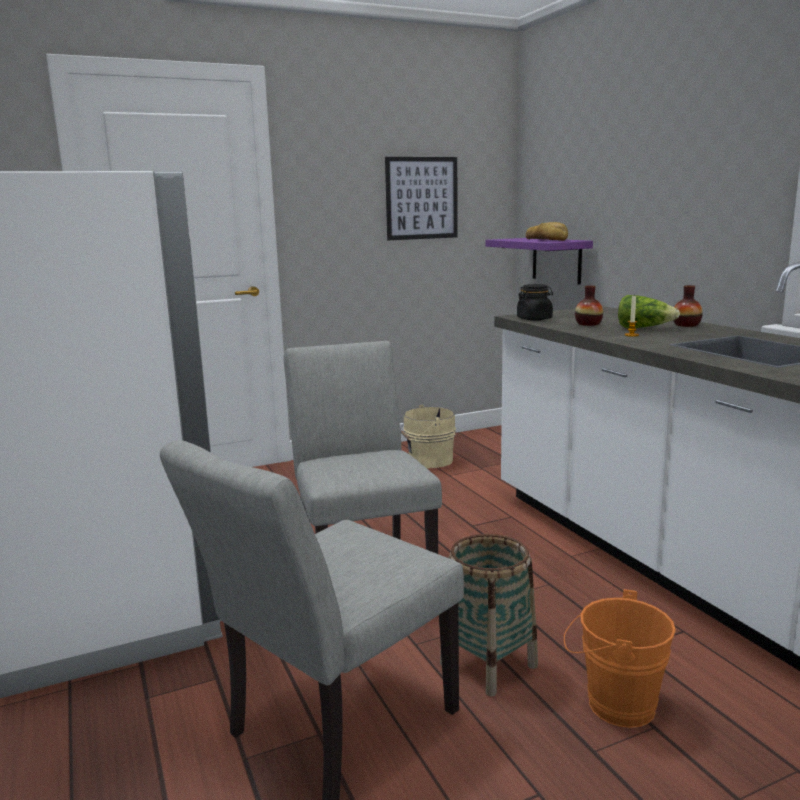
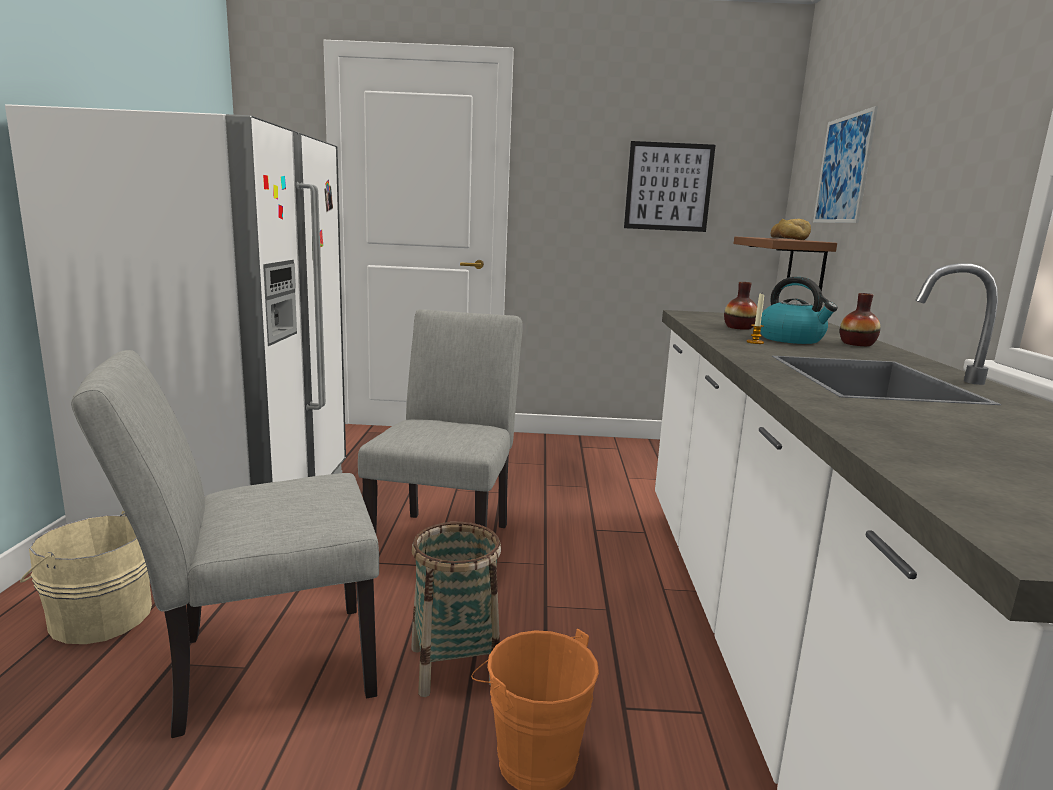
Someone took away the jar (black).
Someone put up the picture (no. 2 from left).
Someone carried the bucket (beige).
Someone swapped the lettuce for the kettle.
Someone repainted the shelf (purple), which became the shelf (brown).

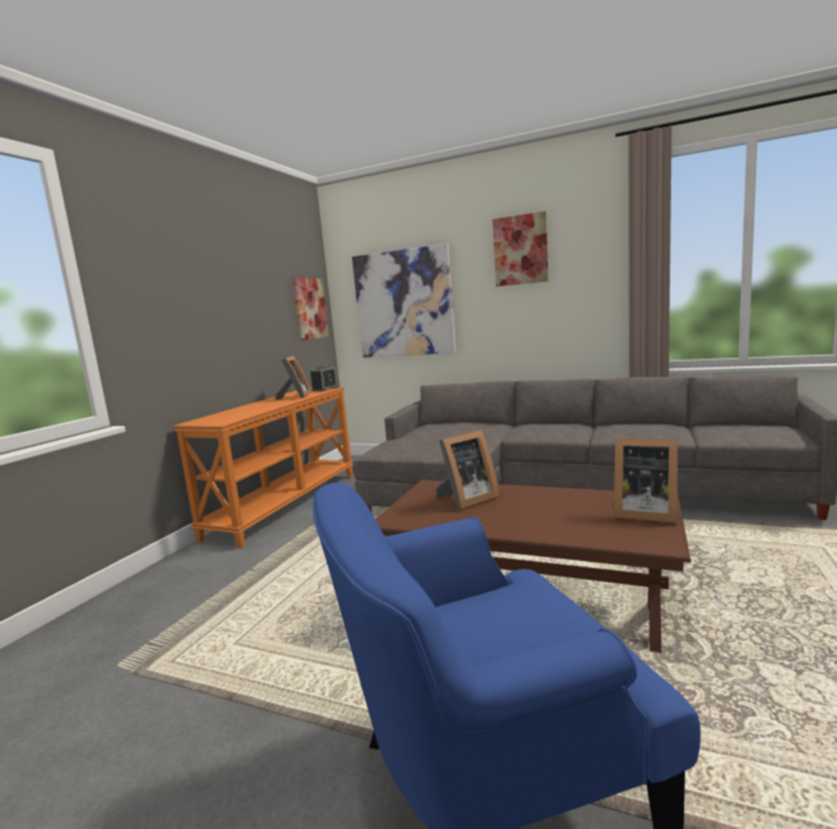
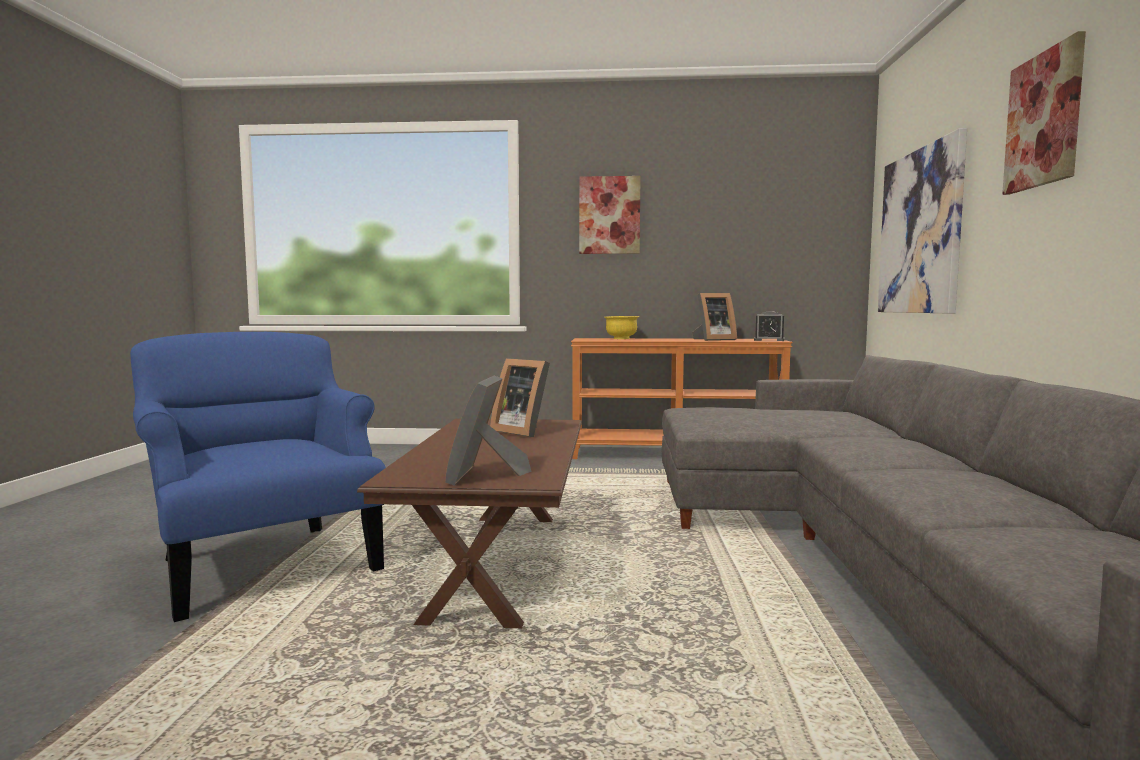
Someone put down the bowl (yellow).
Someone carried the picture (no. 1 from left).

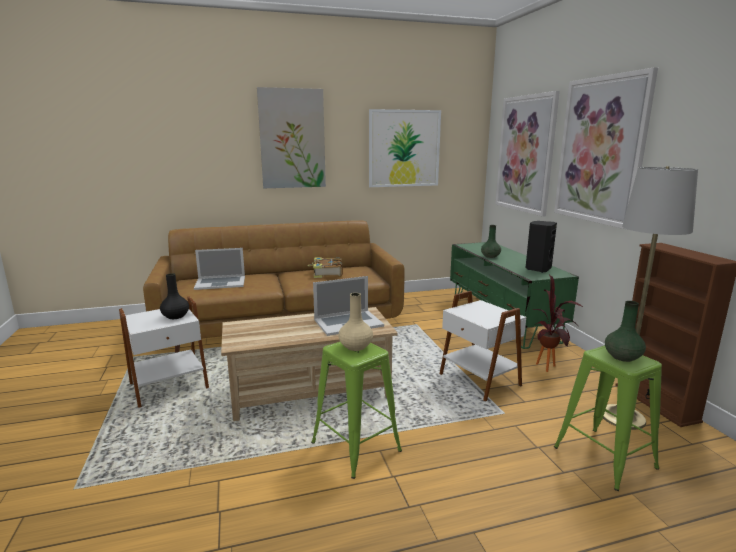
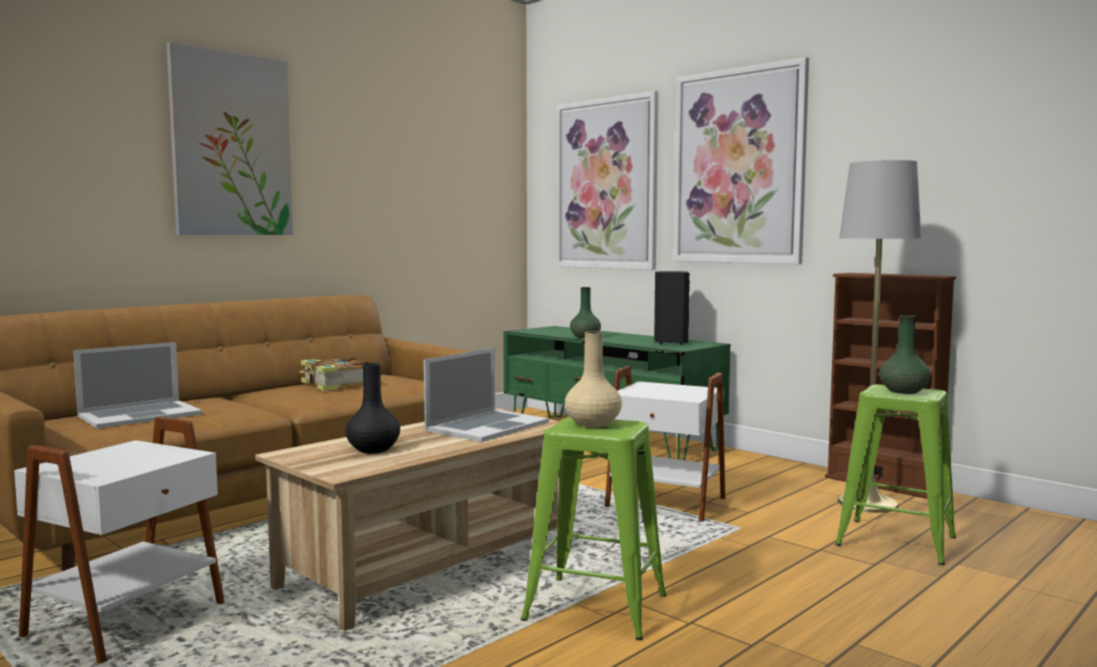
Someone took away the picture (no. 2 from left).
Someone took away the potted plant.
Someone carried the vase (black).

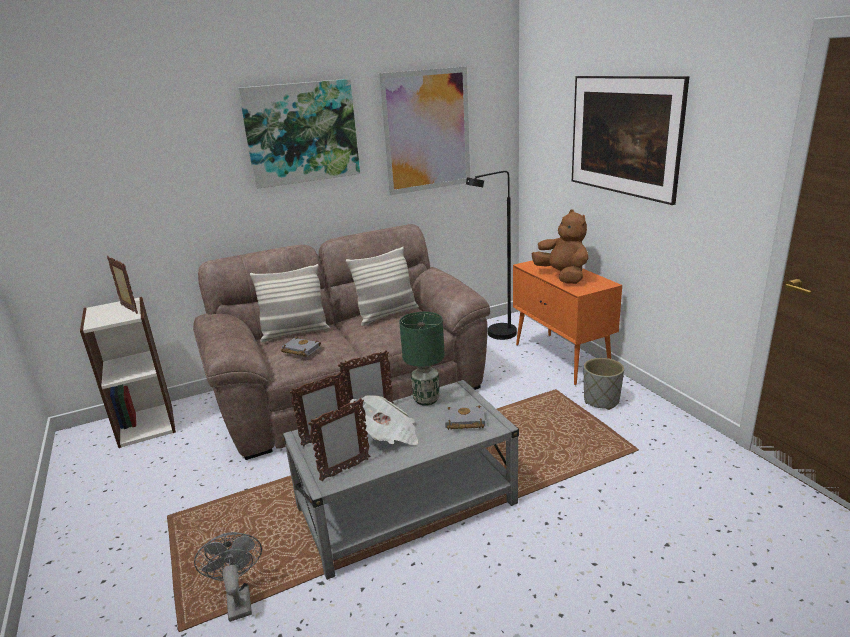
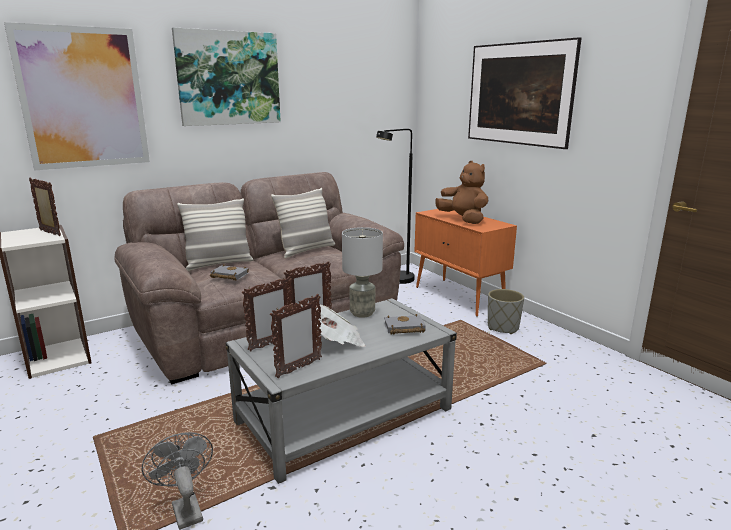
Someone carried the picture (no. 2 from left in the first image).
Someone repainted the table lamp (green), which became the table lamp (grey).

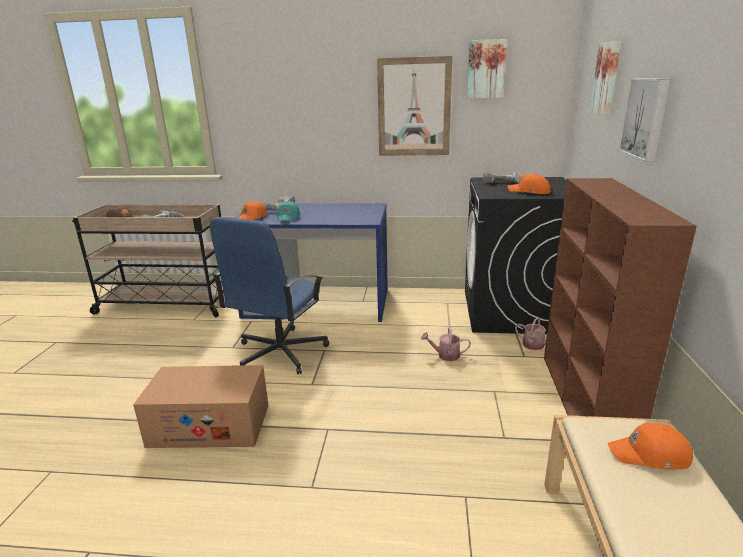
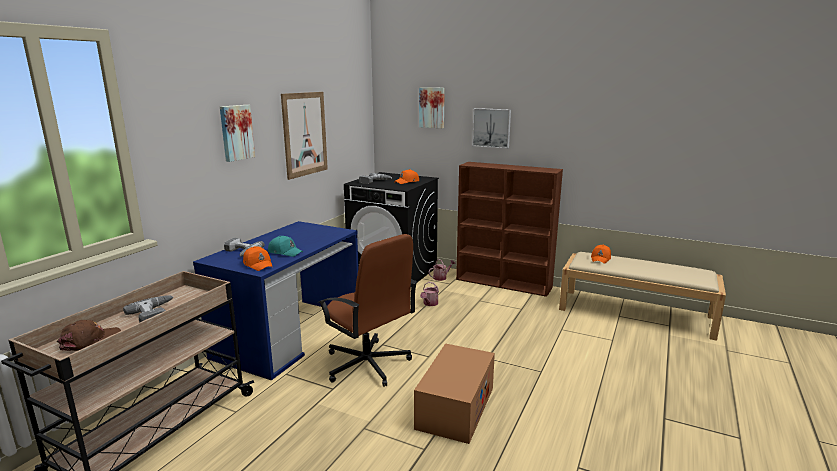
Someone carried the picture (no. 2 from left in the first image).
Someone repainted the office chair (blue), which became the office chair (brown).

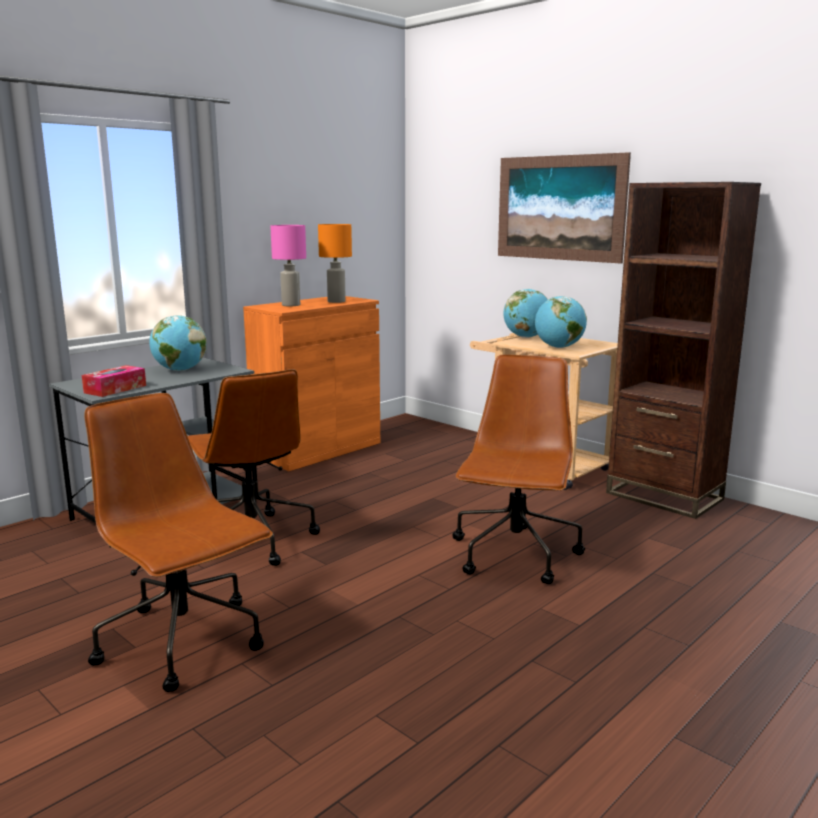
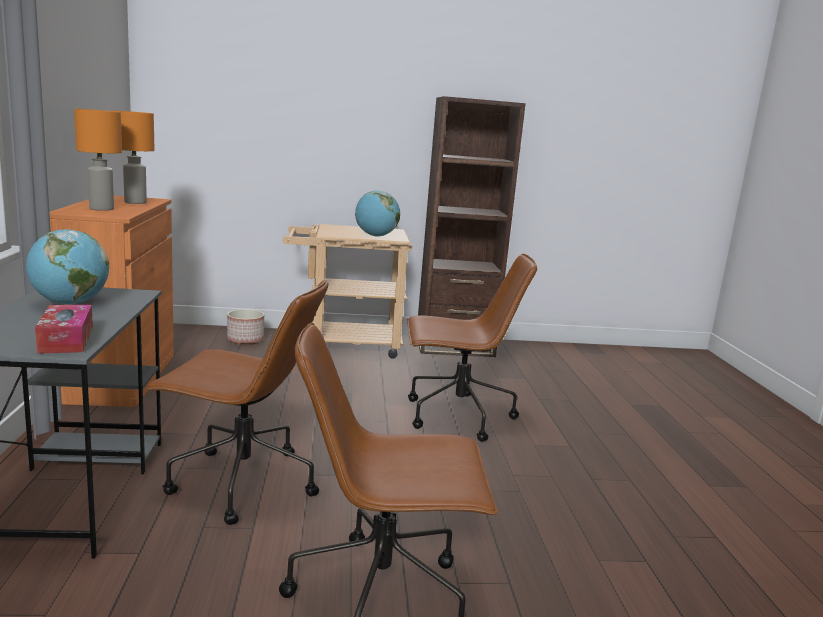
Someone took away the picture.
Someone took away the globe (no. 2 from left).
Someone put down the planter.
Someone repainted the table lamp (pink), which became the table lamp (orange) (no. 1 from left).
Someone rotated the office chair (brown) (no. 3 from left) by 120 degrees clockwise.

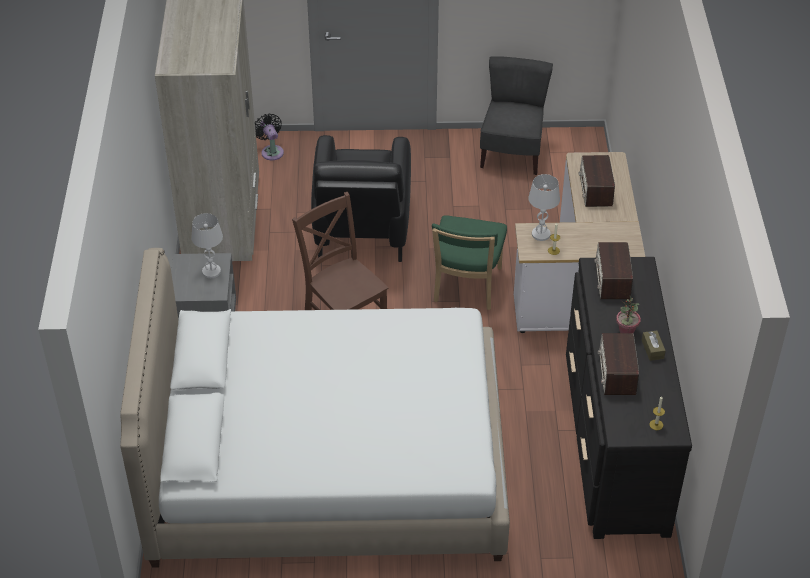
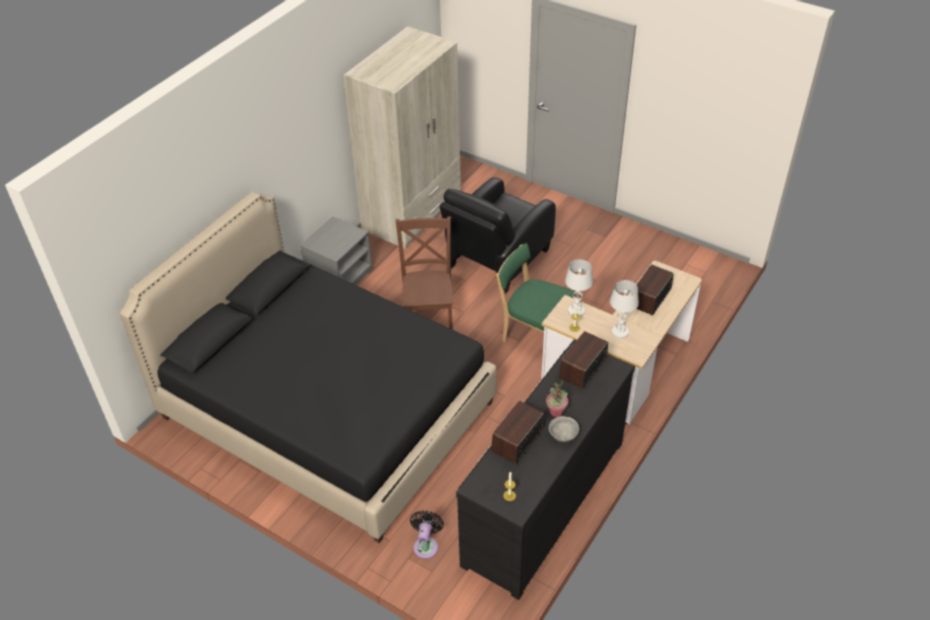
Someone took away the chair (grey).
Someone carried the table lamp (white) (no. 1 from left in the first image).
Someone carried the fan (black).
Someone swapped the tissue box (brown) for the bowl (grey).
Someone repainted the bed (white), which became the bed (black).
Someone rotated the chair (green) by 75 degrees clockwise.

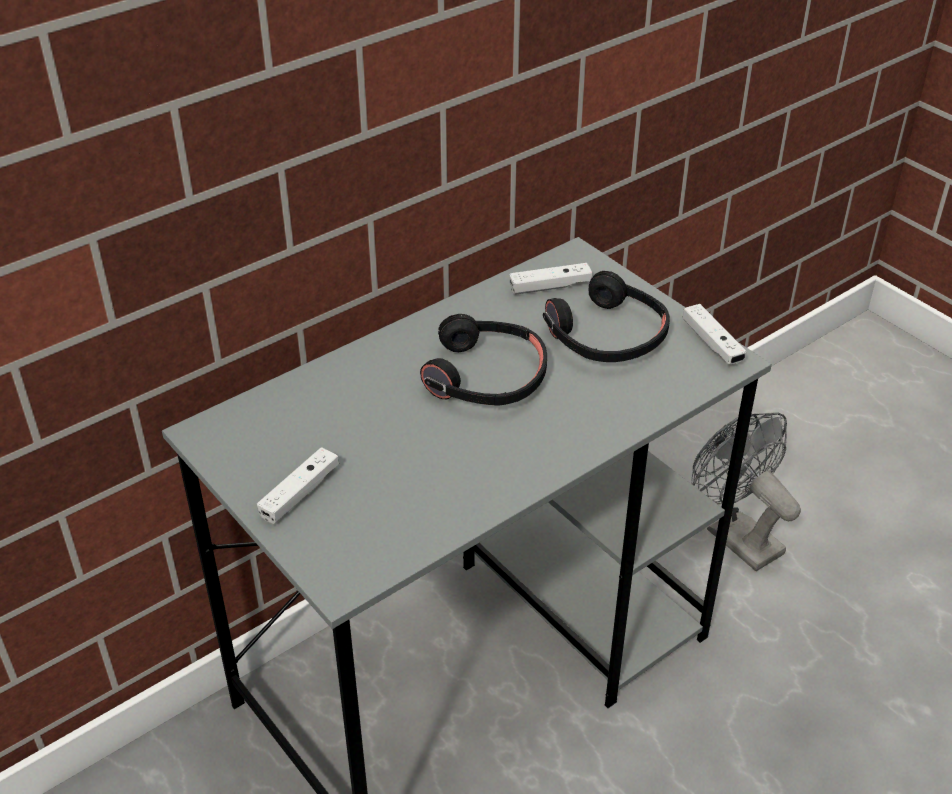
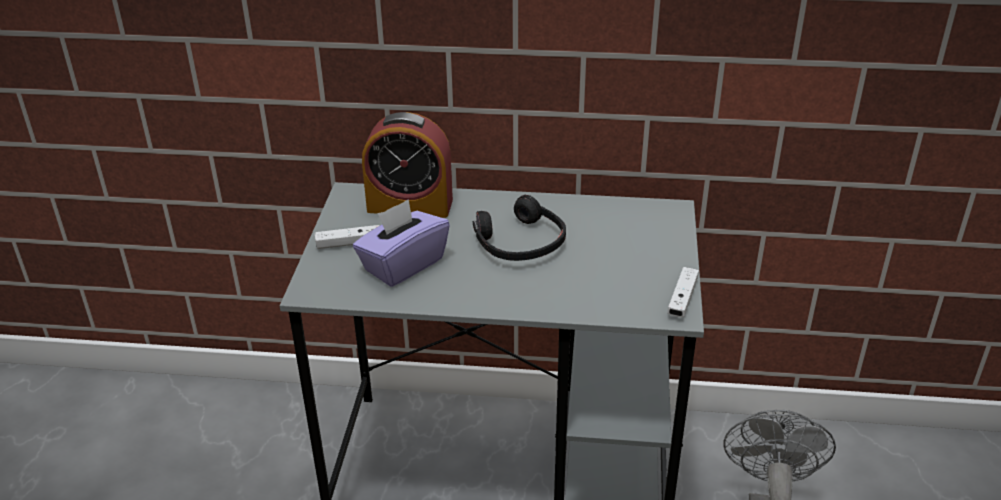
Someone took away the game controller (white) (no. 2 from left).
Someone took away the headphones (black) (no. 2 from left).
Someone put down the tissue box (purple).
Someone put down the alarm clock.

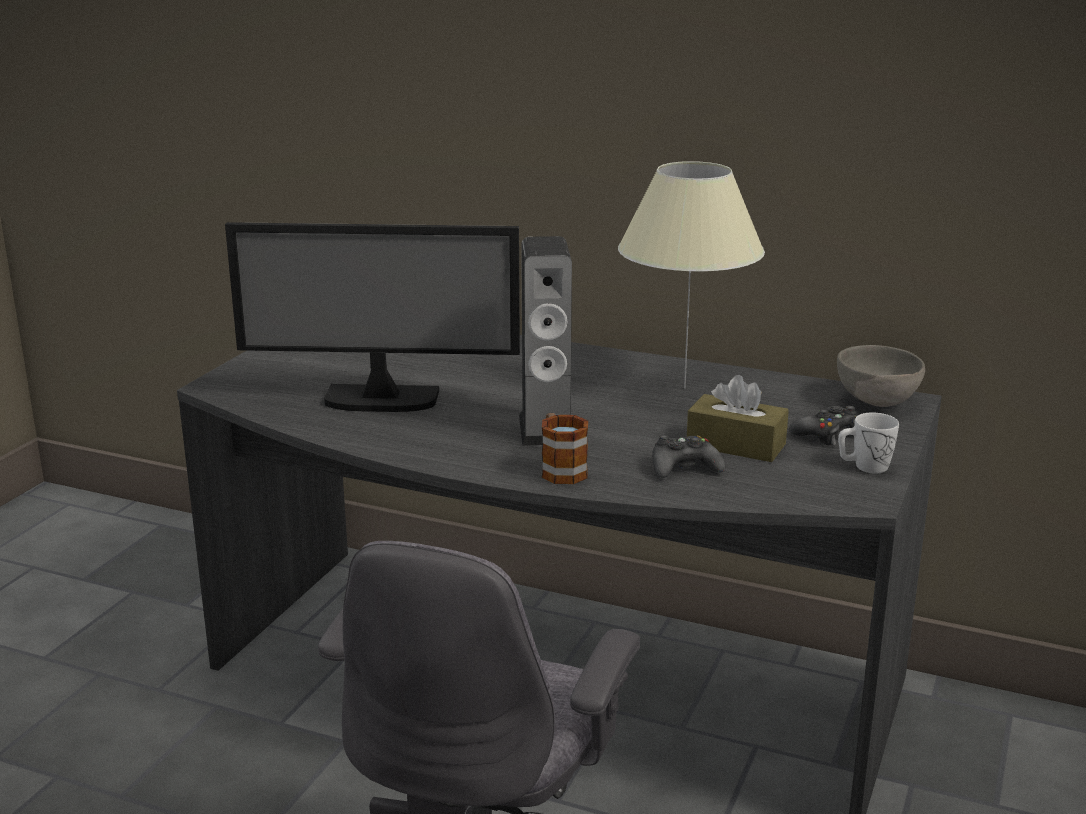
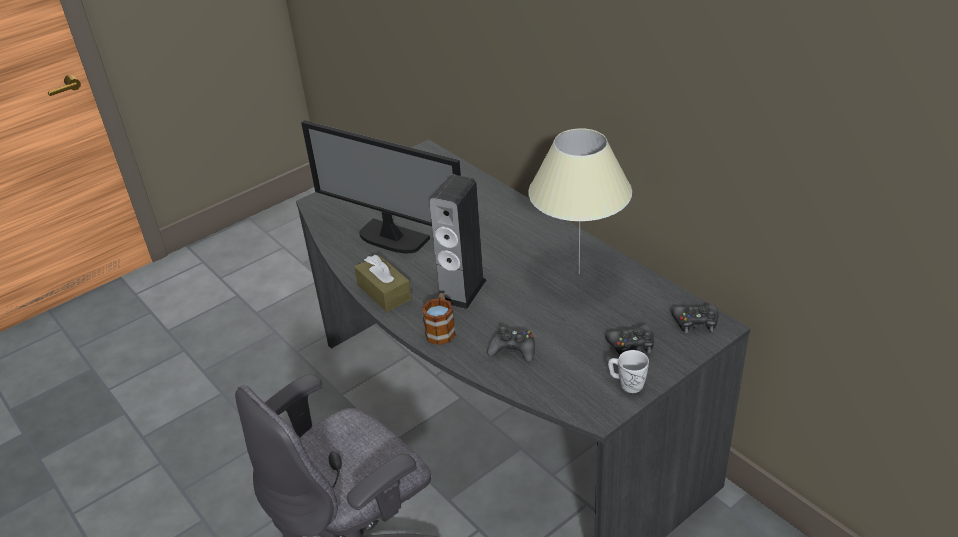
Someone carried the tissue box (brown).
Someone swapped the bowl (grey) for the game controller (black) (no. 3 from left).

